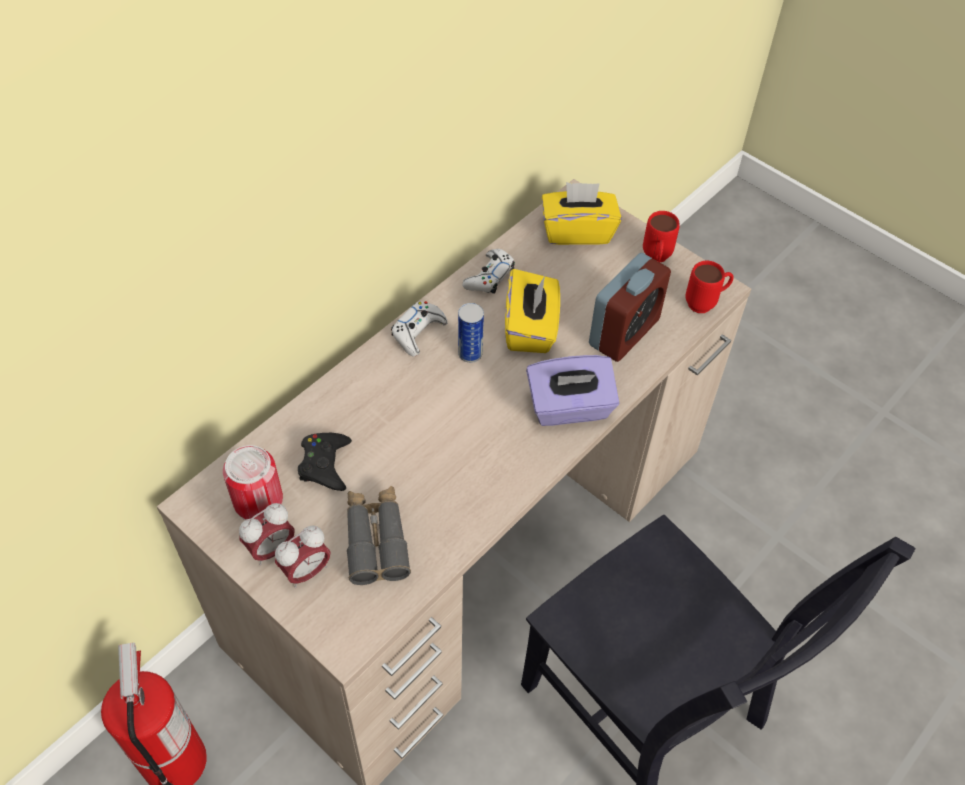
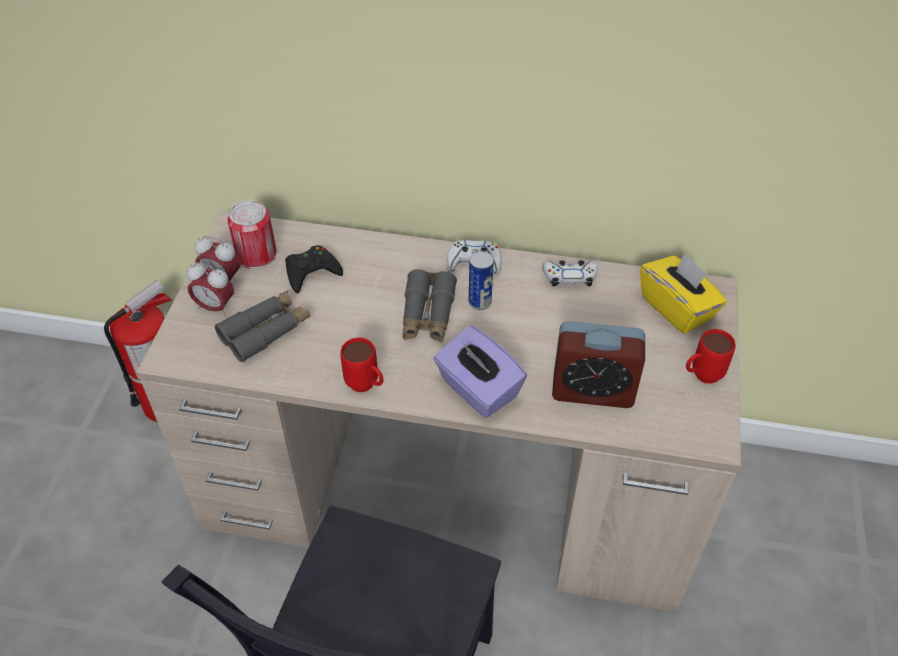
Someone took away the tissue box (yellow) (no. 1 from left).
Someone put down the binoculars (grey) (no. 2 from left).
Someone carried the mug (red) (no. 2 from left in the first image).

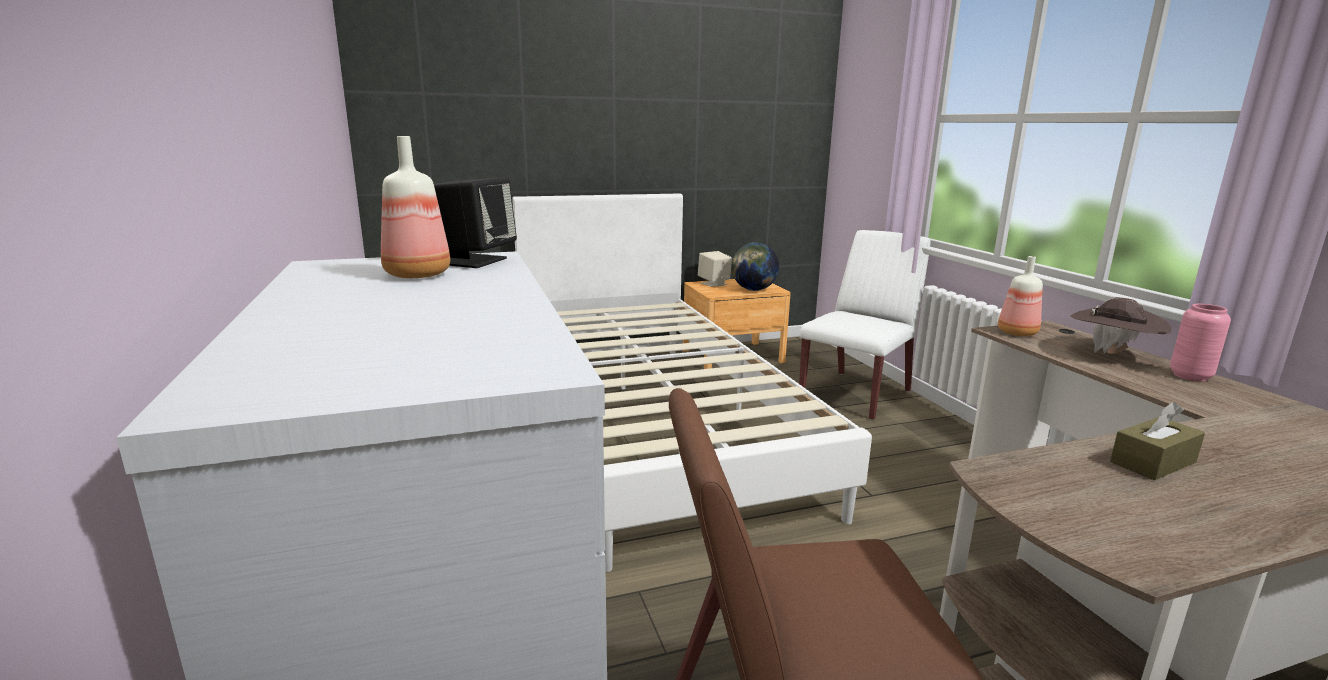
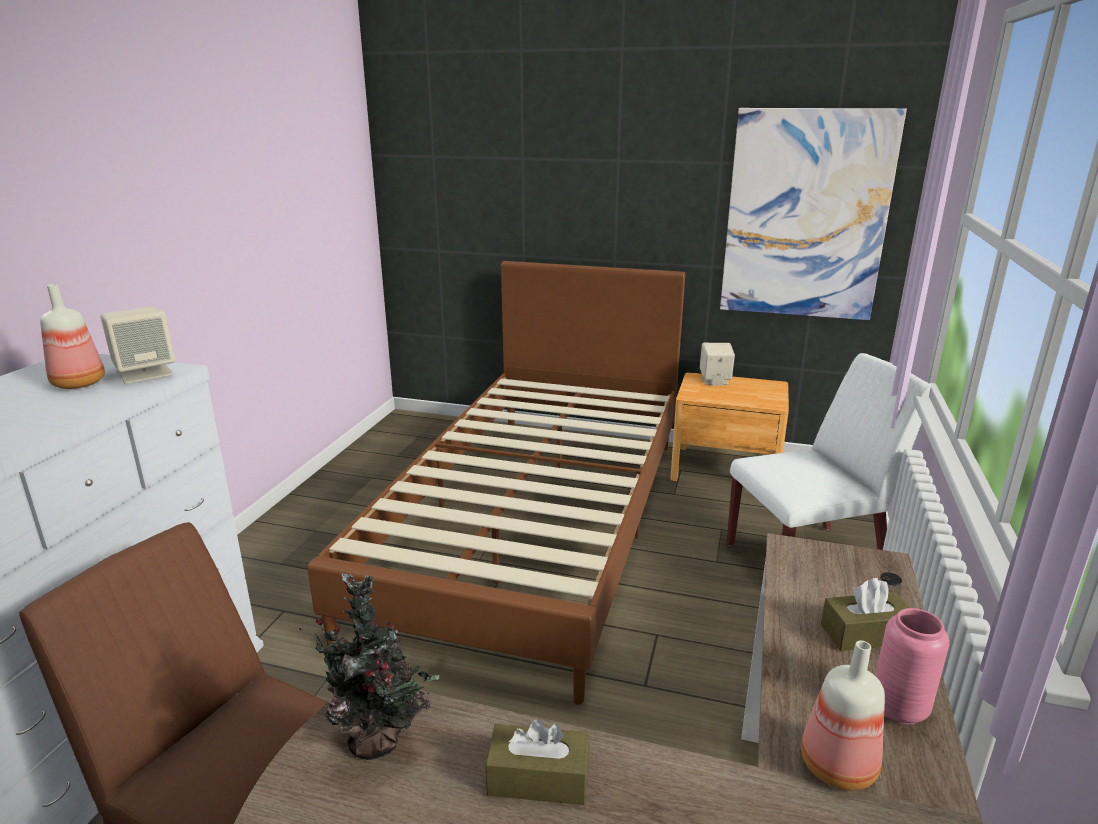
Someone took away the globe.
Someone put down the potted plant.
Someone put up the picture.
Someone carried the bottle (no. 2 from left).
Someone swapped the hat (brown) for the tissue box (brown) (no. 2 from left).
Someone repainted the speaker (black), which became the speaker (beige) (no. 1 from left).
Someone repainted the bed (white), which became the bed (brown).

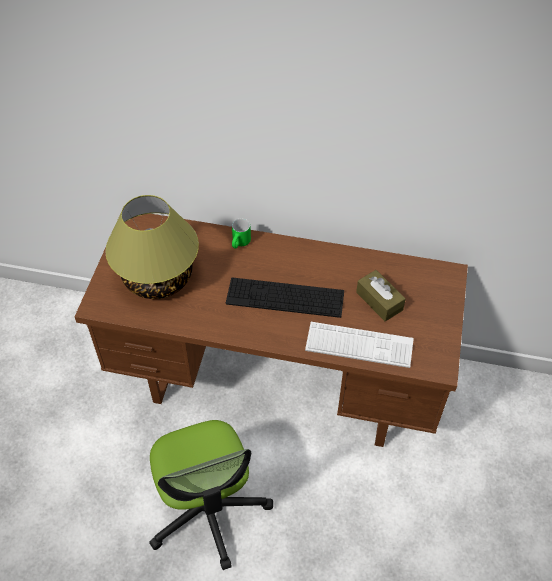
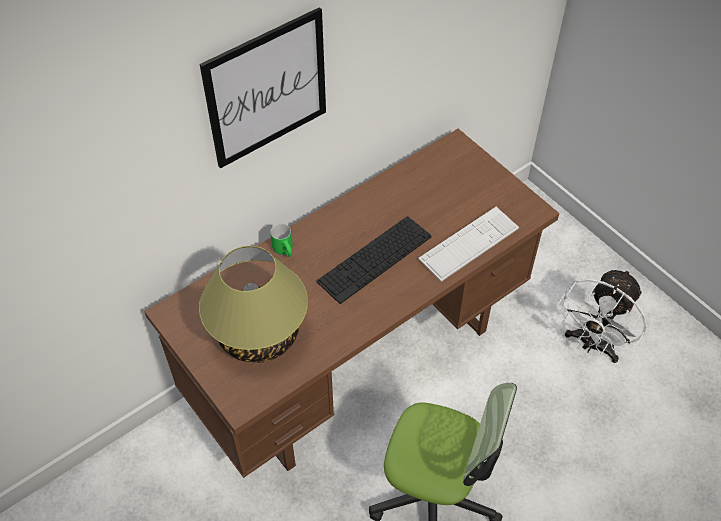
Someone took away the tissue box (brown).
Someone put up the picture.
Someone put down the fan (white).

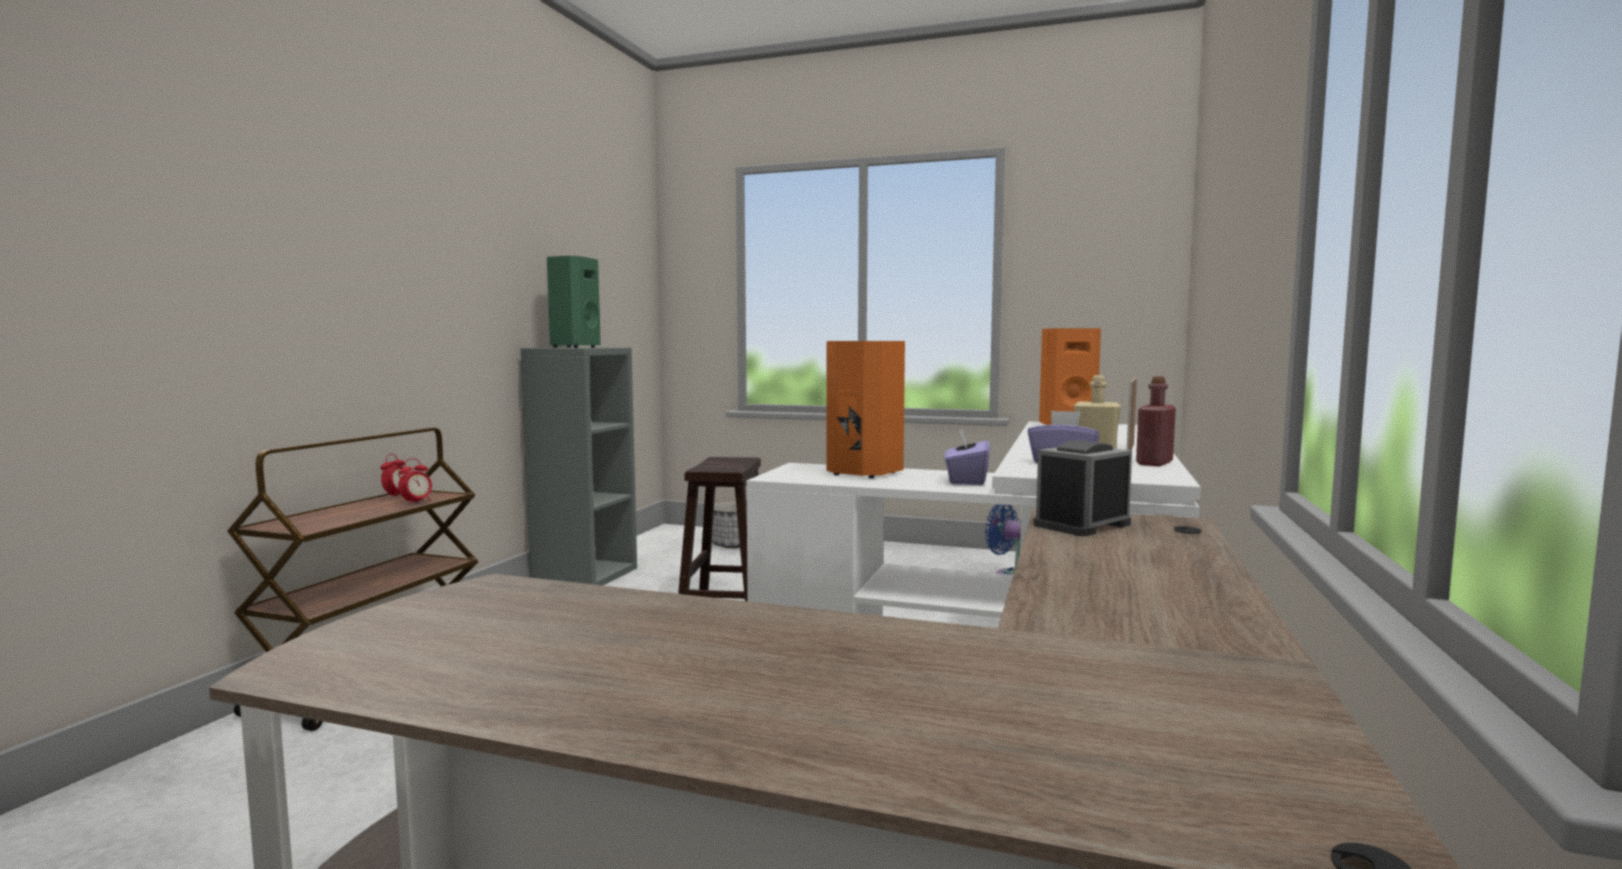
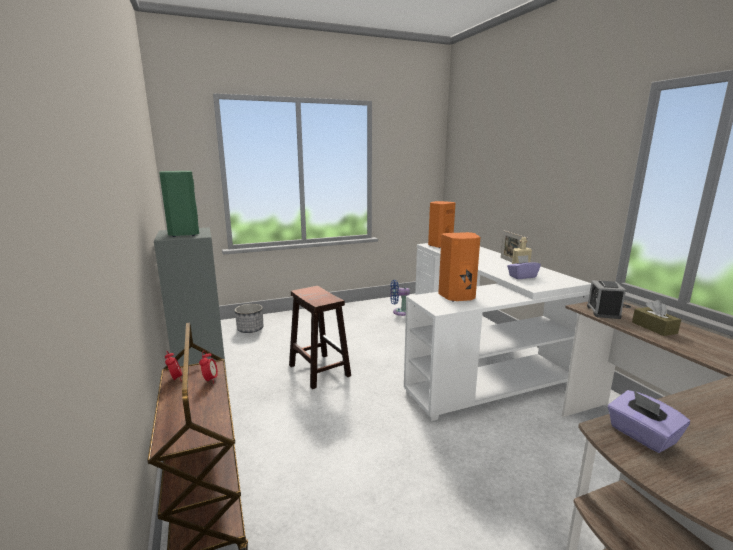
Someone took away the bottle (red).
Someone put down the tissue box (brown).
Someone carried the tissue box (purple) (no. 1 from left in the first image).

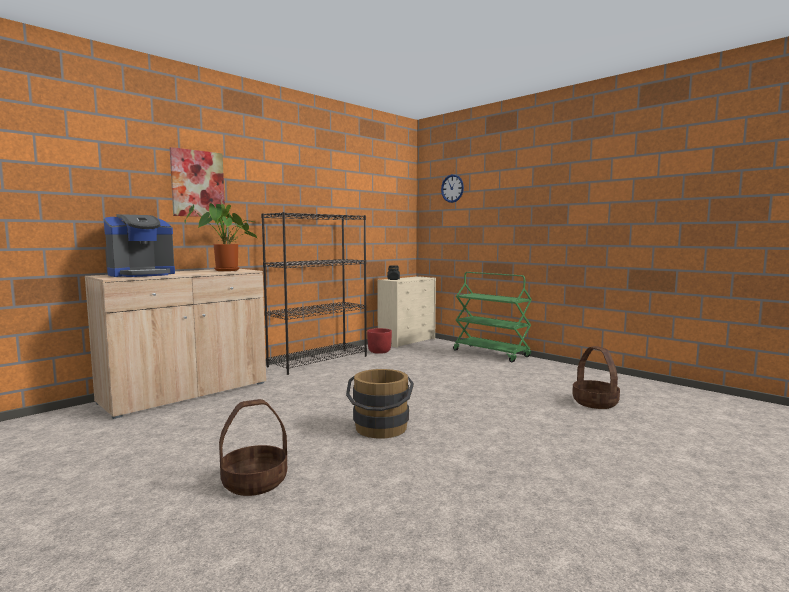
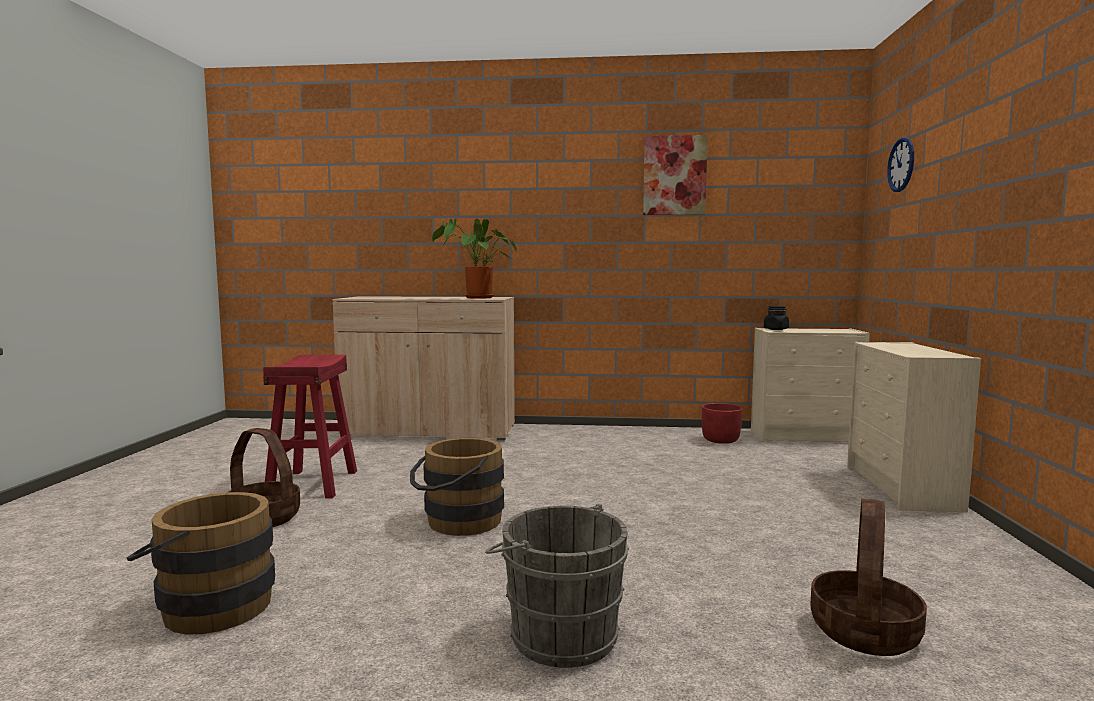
Someone took away the coffee machine.
Someone took away the bookcase (black).
Someone put down the bucket (brown) (no. 1 from left).
Someone put down the stool (red).
Someone put down the bucket (grey).
Someone carried the picture.
Someone swapped the cart (green) for the dresser (beige) (no. 2 from left).

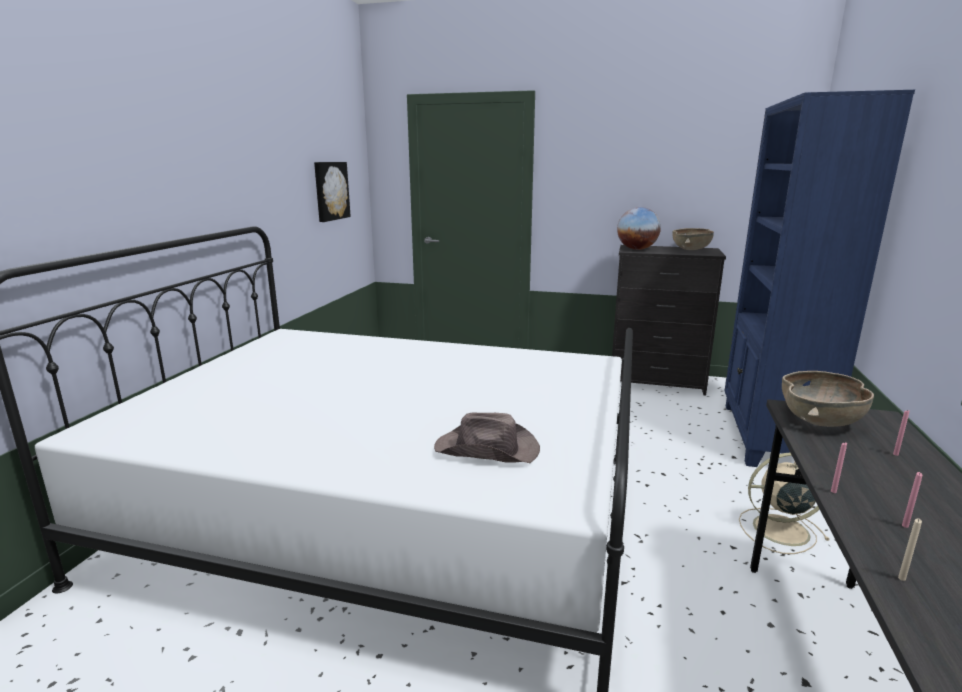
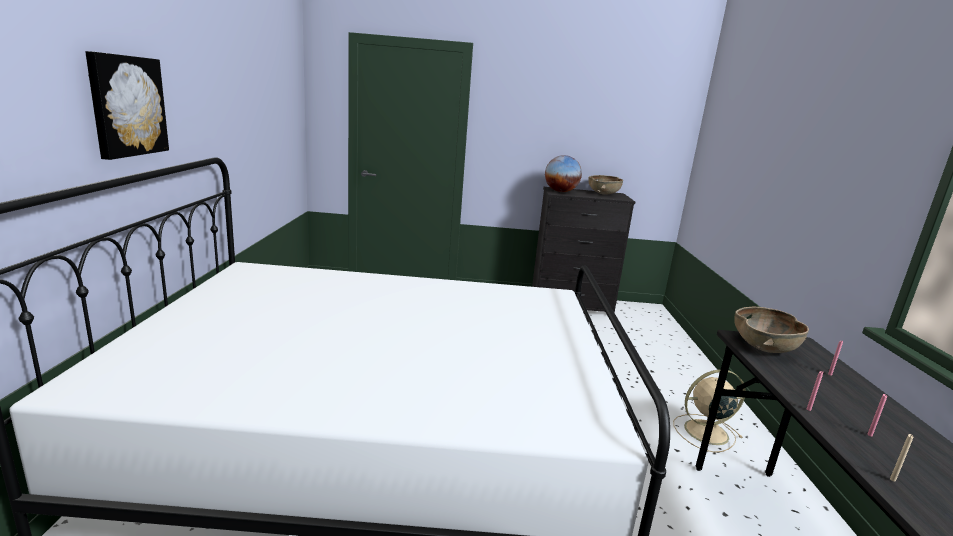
Someone took away the hat (brown).
Someone took away the bookcase (blue).
Someone carried the picture.

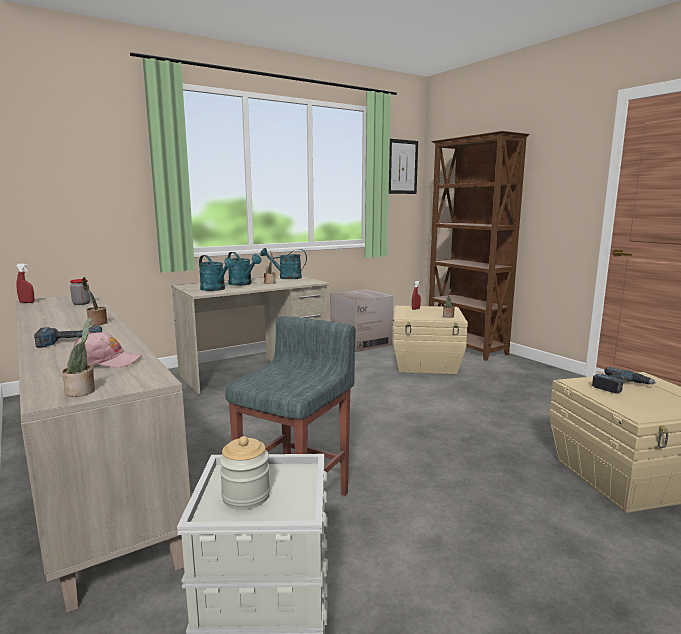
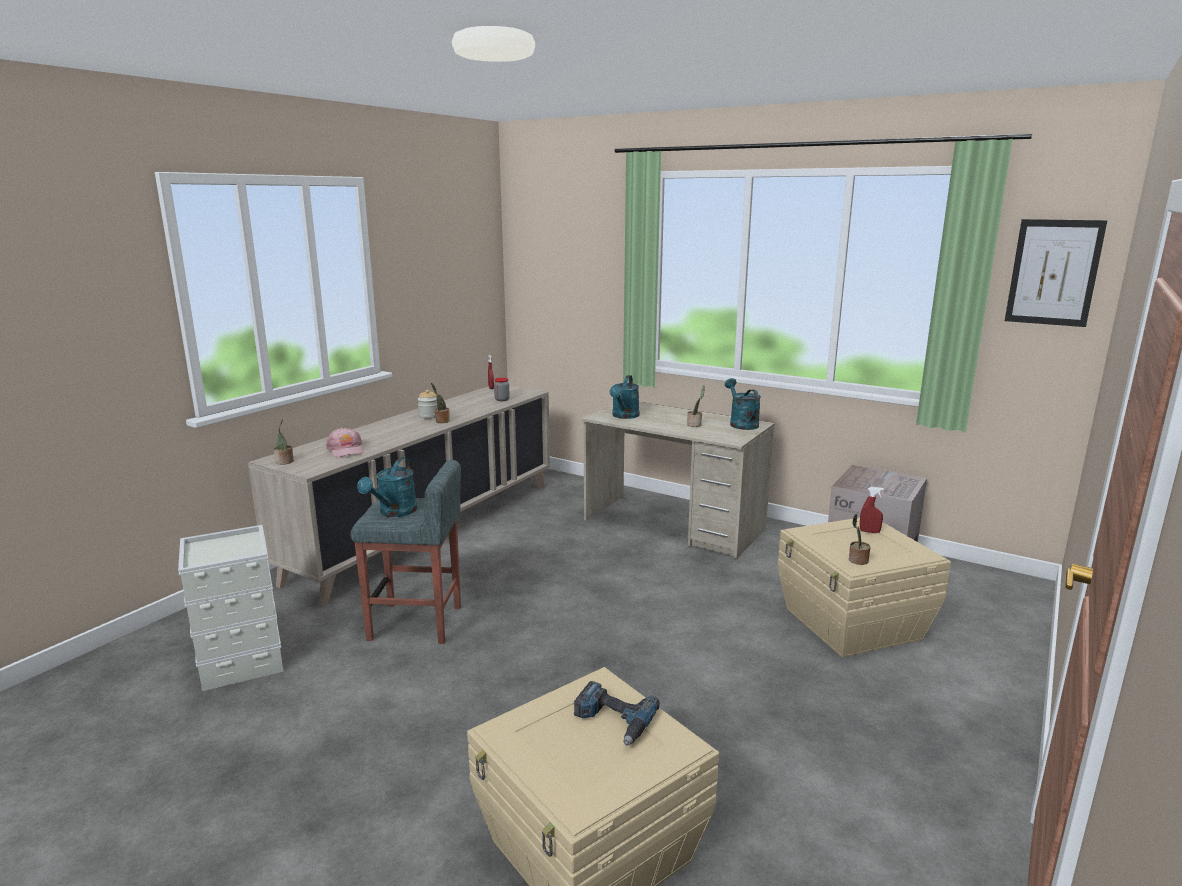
Someone took away the power drill (no. 1 from left).
Someone took away the bookcase (brown).
Someone carried the jar (no. 2 from left in the first image).
Someone carried the watering can (turquoise) (no. 2 from left in the first image).

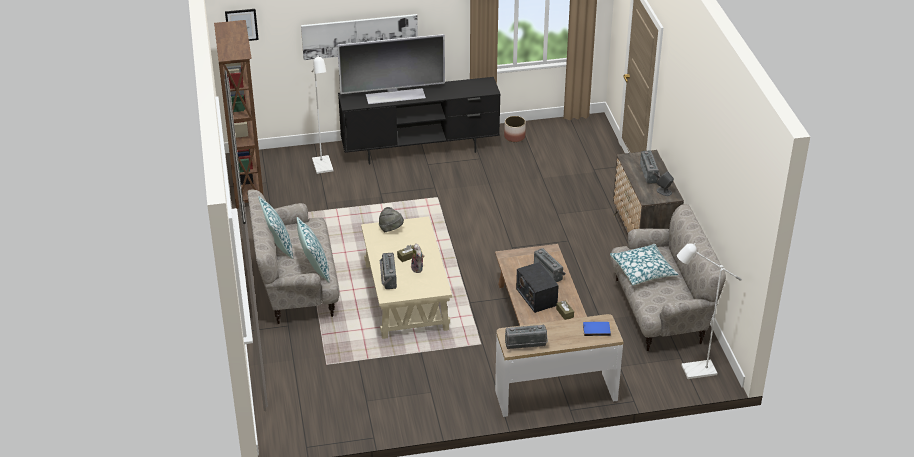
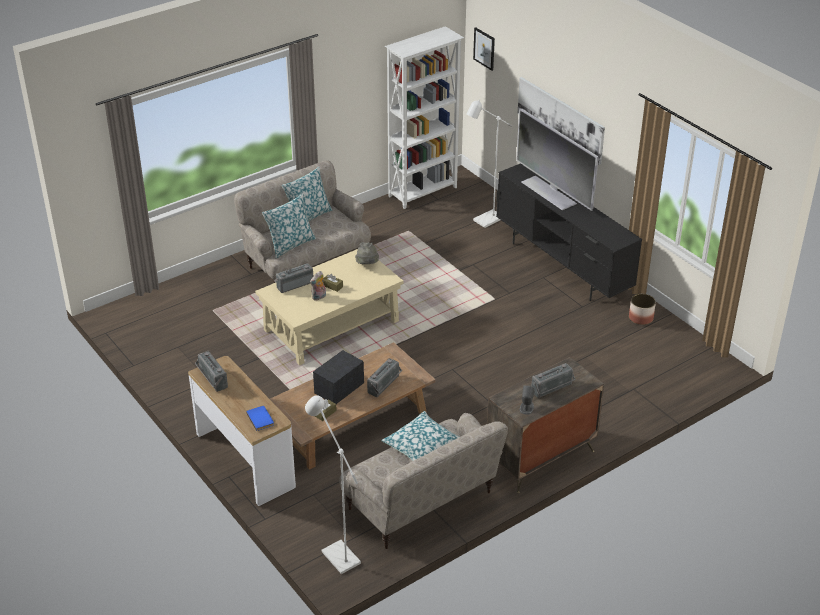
Someone repainted the bookcase (brown), which became the bookcase (white).

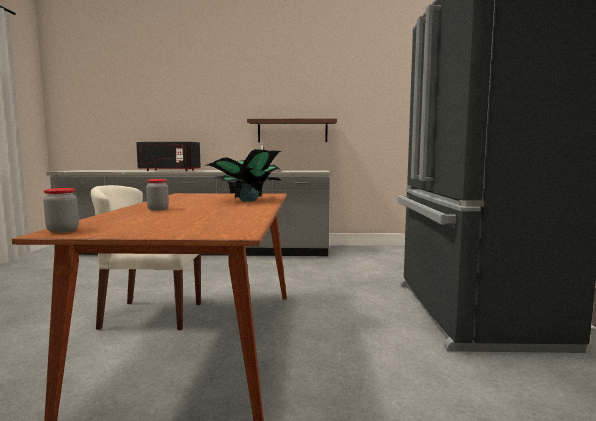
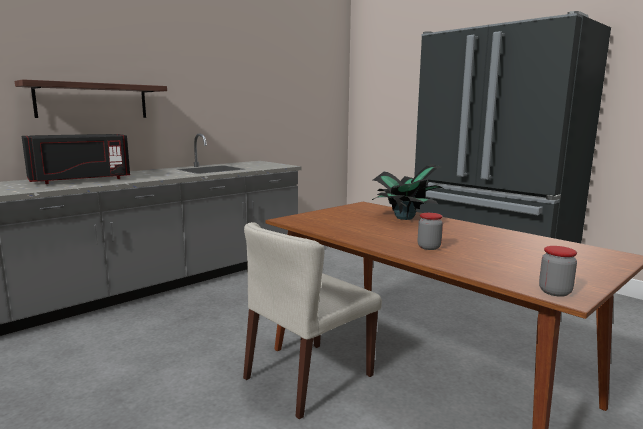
Someone carried the shelf.

